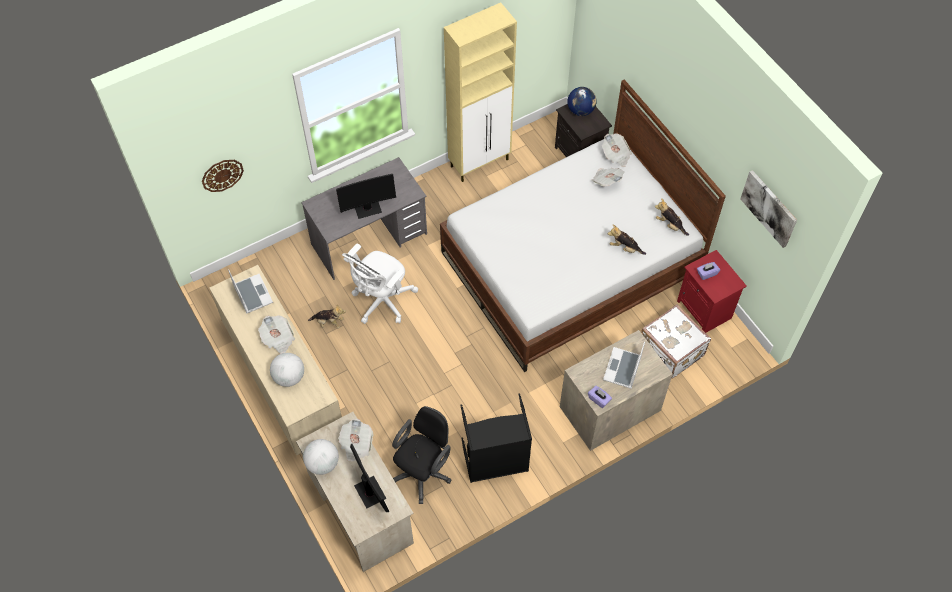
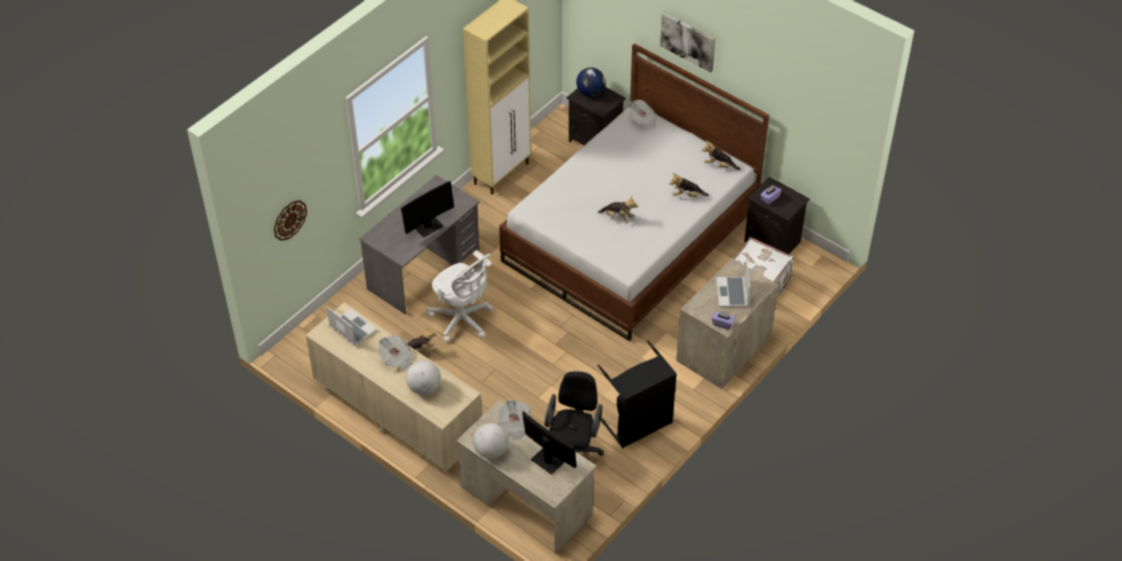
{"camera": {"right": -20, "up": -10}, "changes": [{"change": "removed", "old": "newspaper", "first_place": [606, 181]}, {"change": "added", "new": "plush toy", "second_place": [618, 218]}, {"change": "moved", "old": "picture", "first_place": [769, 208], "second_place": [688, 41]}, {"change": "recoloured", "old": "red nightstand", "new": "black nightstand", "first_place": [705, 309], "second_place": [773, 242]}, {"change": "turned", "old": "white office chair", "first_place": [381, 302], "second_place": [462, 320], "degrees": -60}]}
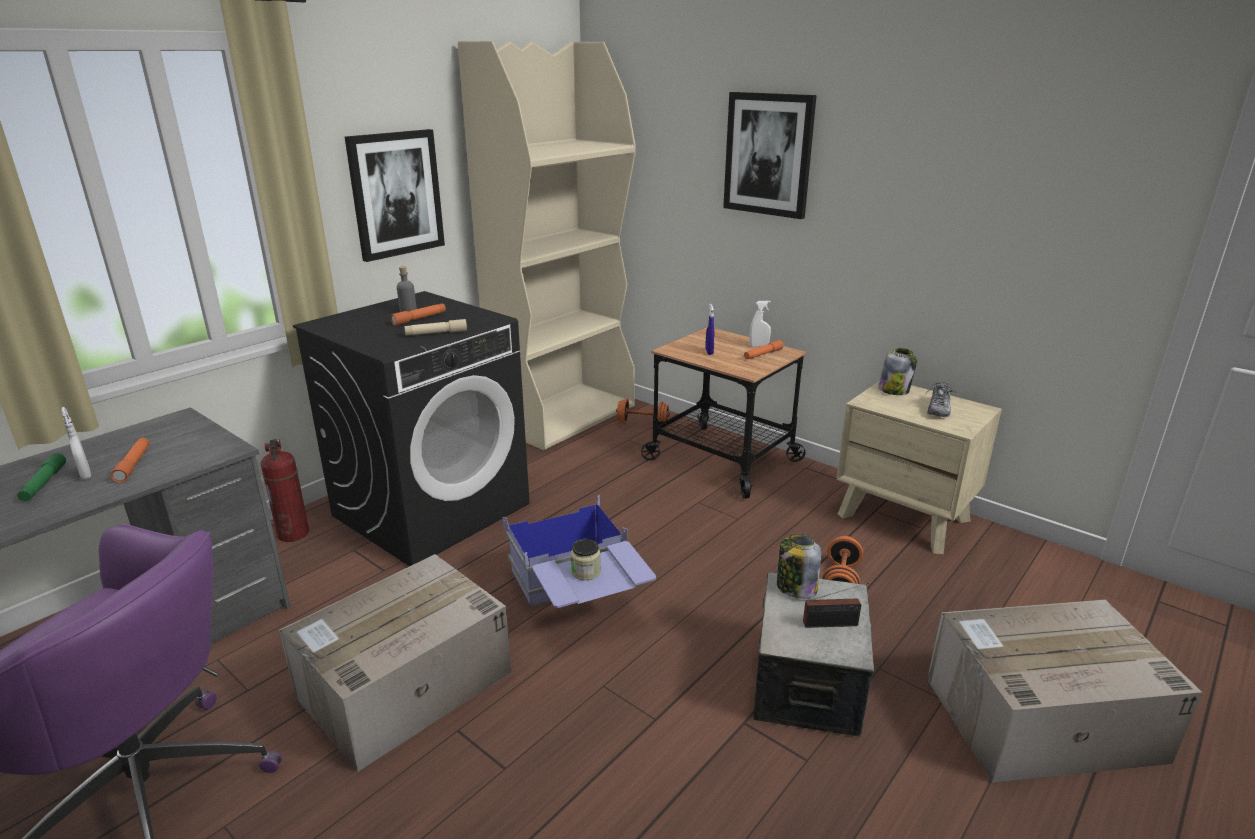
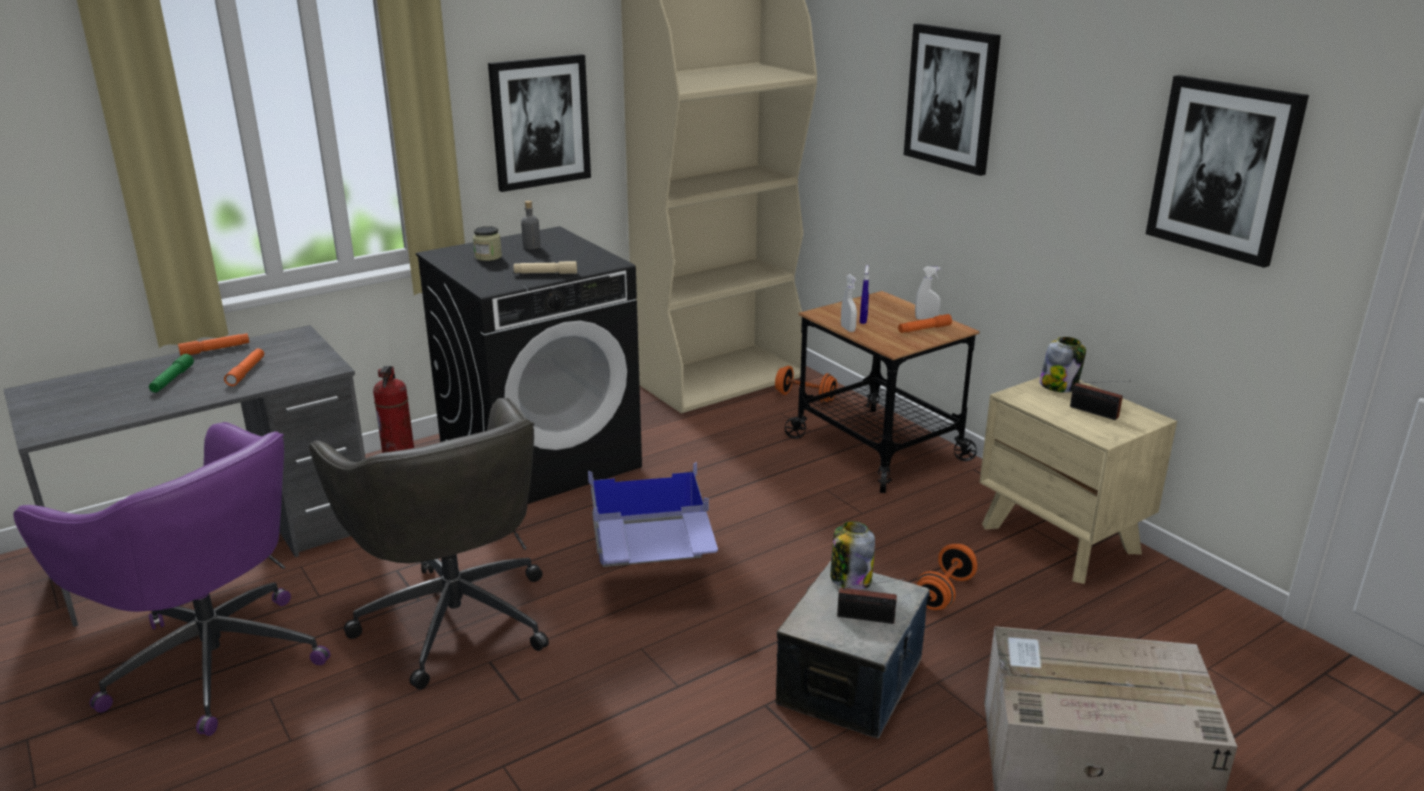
{"camera": {"right": 15, "up": 0}, "changes": [{"change": "added", "new": "picture", "second_place": [1223, 169]}, {"change": "moved", "old": "white spray bottle", "first_place": [85, 474], "second_place": [848, 329]}, {"change": "moved", "old": "orange flashlight", "first_place": [419, 319], "second_place": [215, 350]}, {"change": "moved", "old": "jar", "first_place": [586, 572], "second_place": [488, 256]}, {"change": "replaced", "old": "cardboard box", "new": "grey office chair", "first_place": [403, 686], "second_place": [454, 616]}, {"change": "replaced", "old": "shoe", "new": "radio", "first_place": [938, 409], "second_place": [1096, 413]}]}
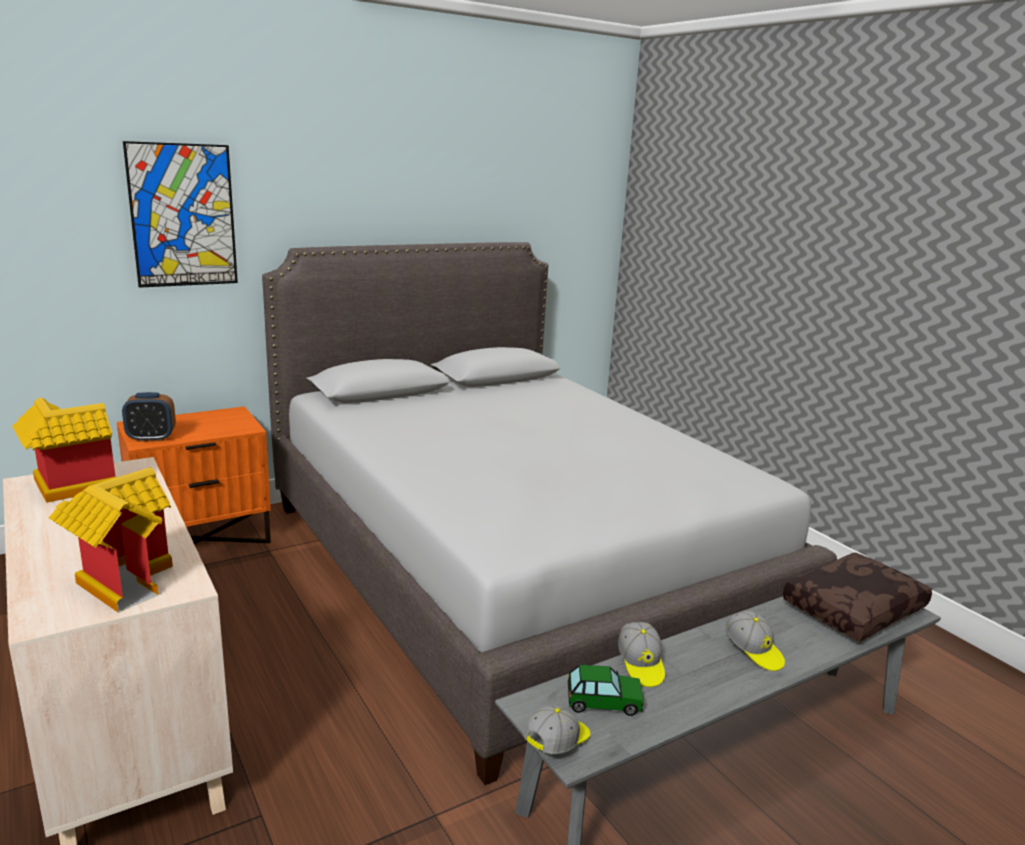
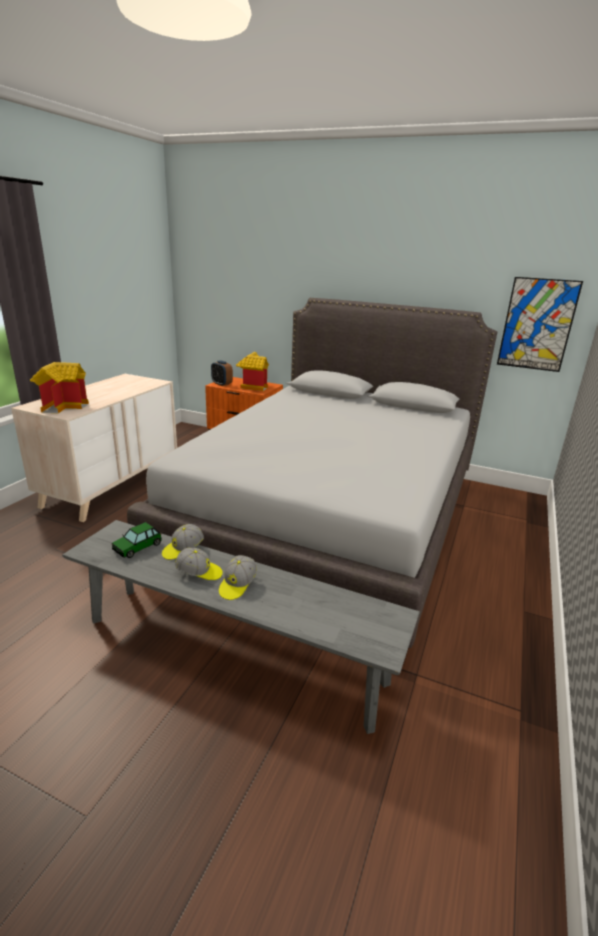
{"camera": {"right": 55, "up": 5}, "changes": [{"change": "removed", "old": "brown pillow", "first_place": [852, 607]}, {"change": "moved", "old": "toy house", "first_place": [66, 488], "second_place": [252, 386]}, {"change": "moved", "old": "picture", "first_place": [183, 216], "second_place": [537, 324]}, {"change": "moved", "old": "cap", "first_place": [557, 742], "second_place": [199, 573]}, {"change": "turned", "old": "toy car", "first_place": [603, 701], "second_place": [137, 547], "degrees": 75}]}
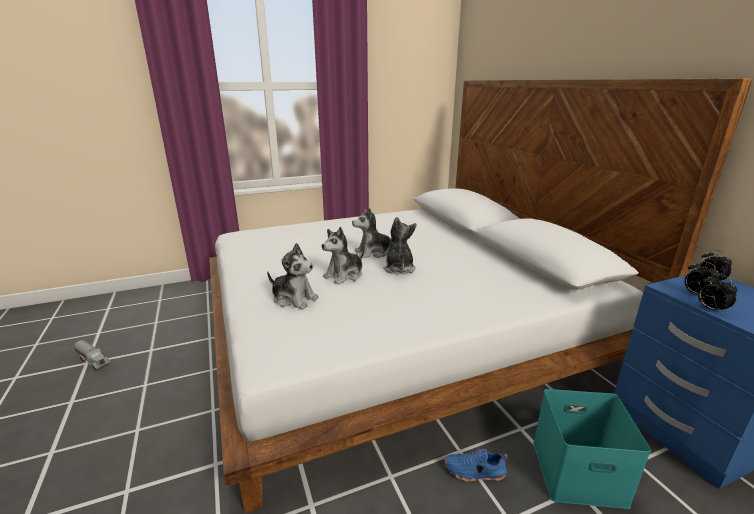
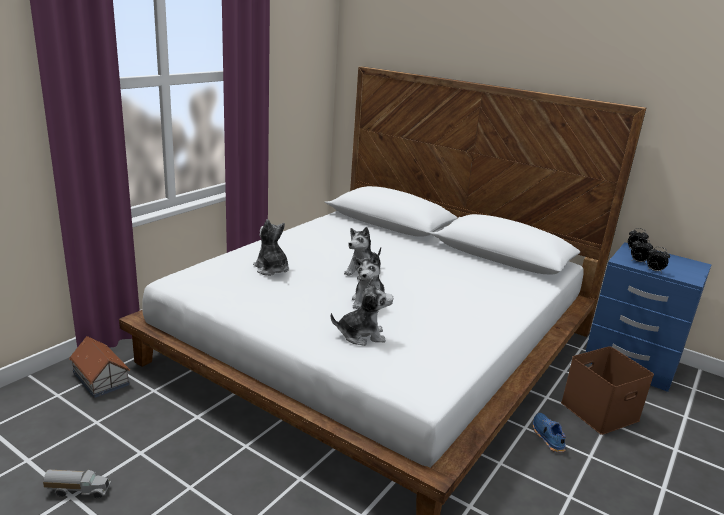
{"camera": {"right": -35, "up": 0}, "changes": [{"change": "added", "new": "toy house", "second_place": [101, 378]}, {"change": "moved", "old": "plush toy", "first_place": [398, 268], "second_place": [271, 269]}, {"change": "recoloured", "old": "turquoise storage box", "new": "brown storage box", "first_place": [579, 470], "second_place": [599, 410]}, {"change": "turned", "old": "blue shoe", "first_place": [474, 472], "second_place": [547, 437], "degrees": 105}]}
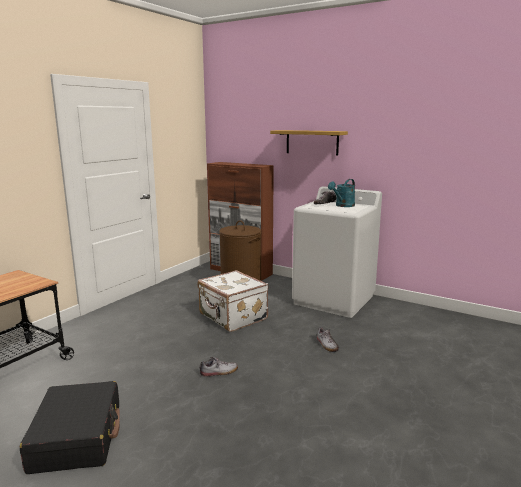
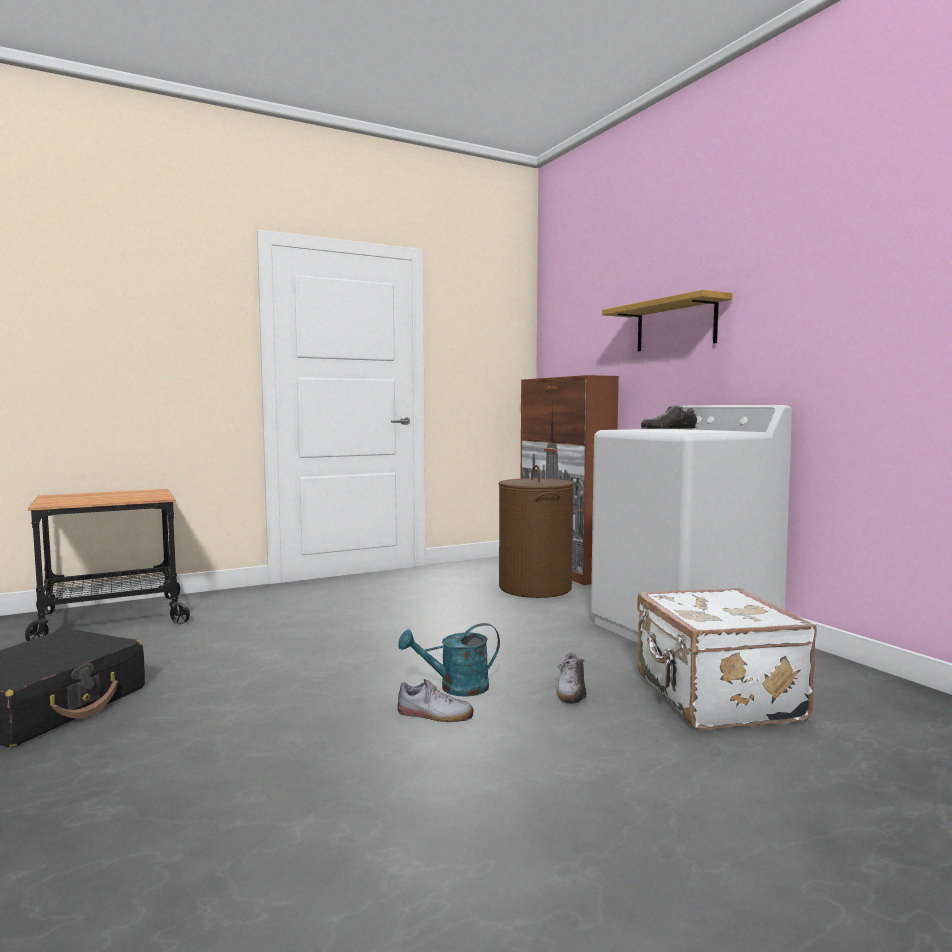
{"camera": {"right": 30, "up": -10}, "changes": [{"change": "moved", "old": "white suitcase", "first_place": [232, 317], "second_place": [715, 698]}, {"change": "moved", "old": "shoe", "first_place": [219, 372], "second_place": [434, 714]}, {"change": "moved", "old": "turquoise watering can", "first_place": [343, 206], "second_place": [455, 688]}]}
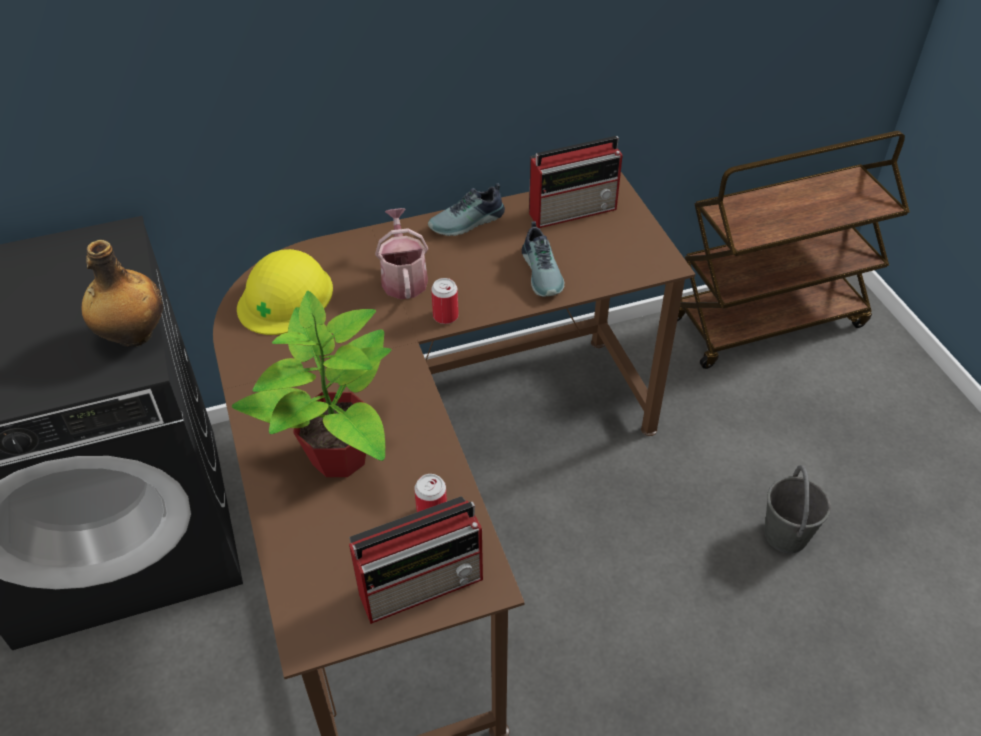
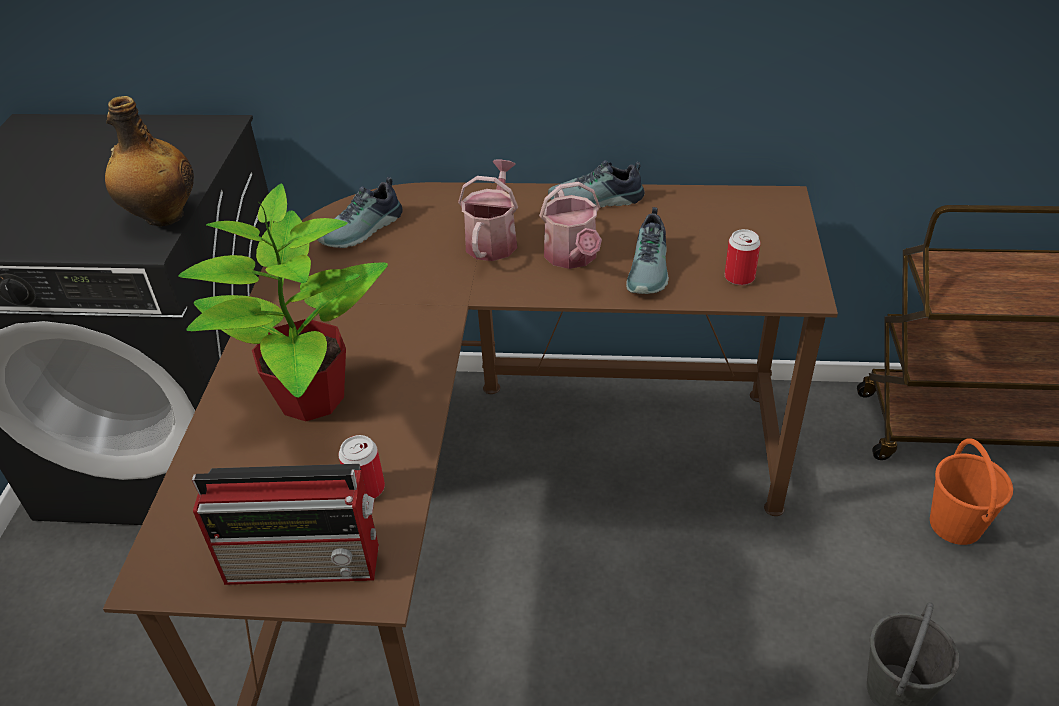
{"camera": {"right": 25, "up": -5}, "changes": [{"change": "removed", "old": "radio", "first_place": [574, 210]}, {"change": "added", "new": "watering can", "second_place": [573, 257]}, {"change": "added", "new": "orange bucket", "second_place": [956, 525]}, {"change": "moved", "old": "can", "first_place": [445, 316], "second_place": [739, 277]}, {"change": "replaced", "old": "yellow hard hat", "new": "shoe", "first_place": [285, 297], "second_place": [363, 230]}]}
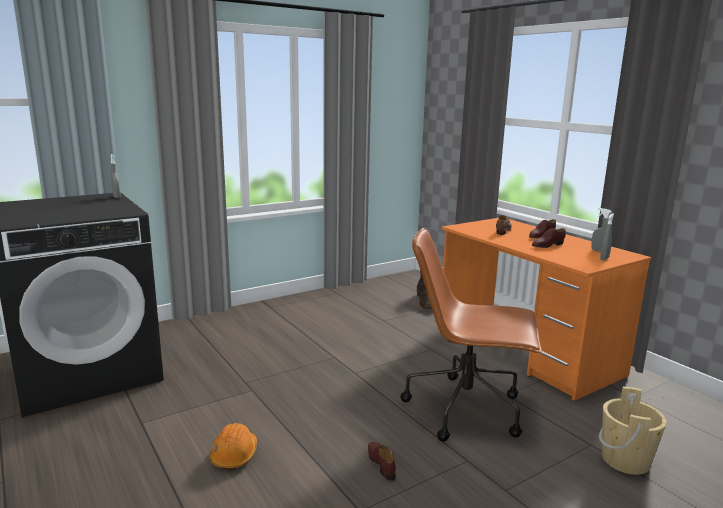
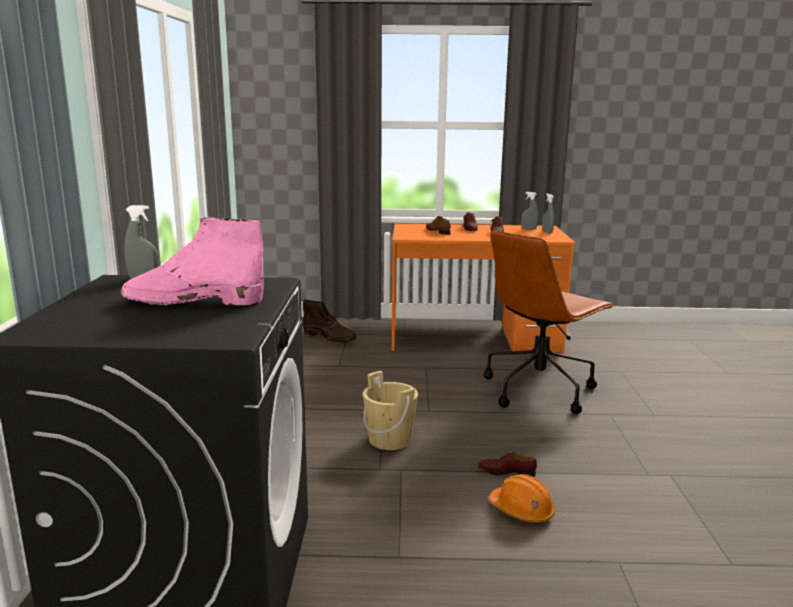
{"camera": {"right": -55, "up": 0}, "changes": [{"change": "added", "new": "pink boot", "second_place": [192, 301]}, {"change": "moved", "old": "brown shoe", "first_place": [381, 463], "second_place": [506, 472]}, {"change": "moved", "old": "beige bucket", "first_place": [625, 460], "second_place": [390, 439]}]}
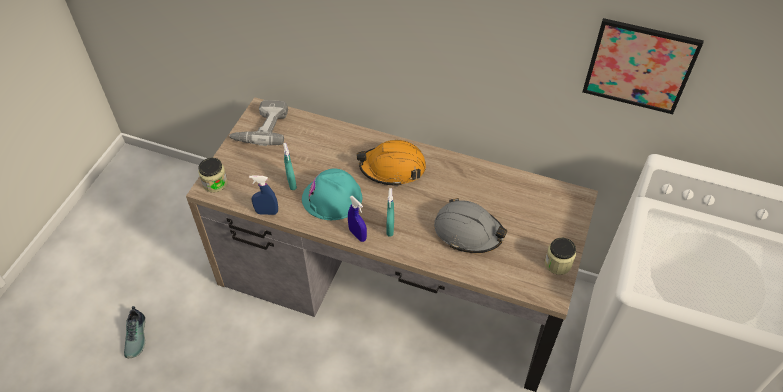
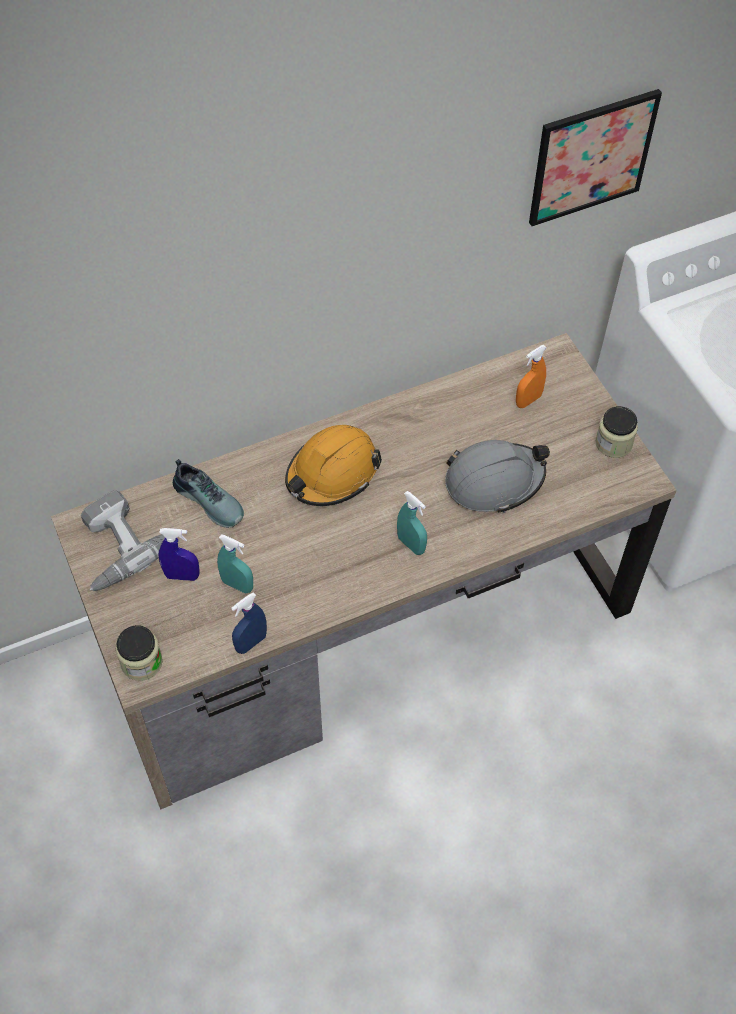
{"camera": {"right": -45, "up": 5}, "changes": [{"change": "removed", "old": "turquoise hard hat", "first_place": [332, 198]}, {"change": "added", "new": "orange spray bottle", "second_place": [528, 400]}, {"change": "moved", "old": "shoe", "first_place": [137, 336], "second_place": [210, 500]}, {"change": "moved", "old": "blue spray bottle", "first_place": [357, 235], "second_place": [182, 576]}]}
